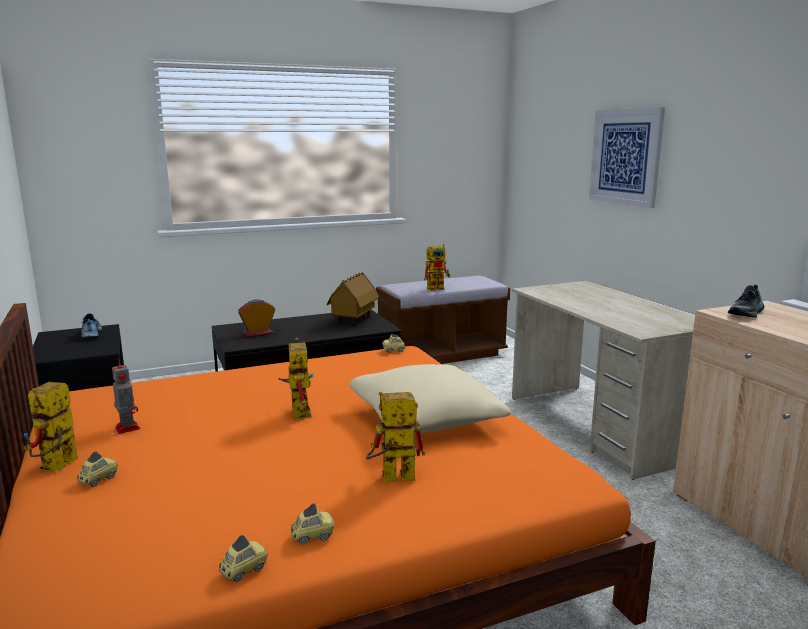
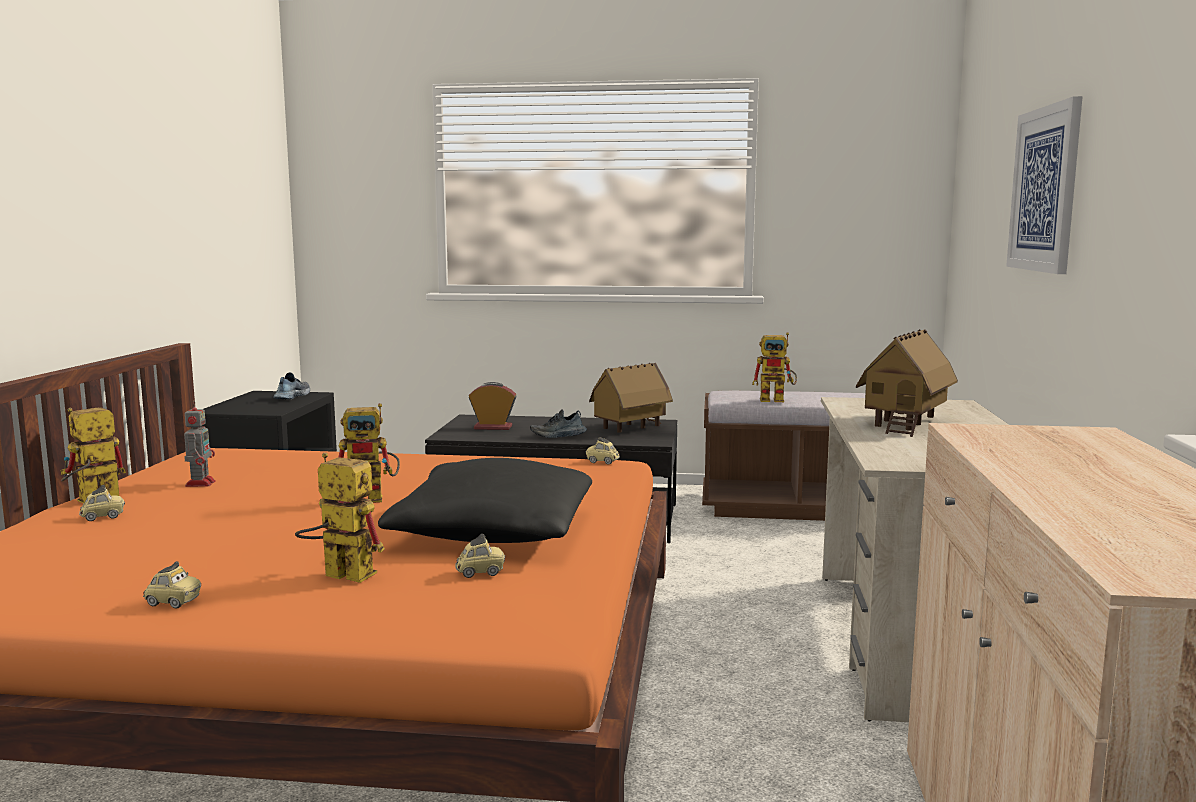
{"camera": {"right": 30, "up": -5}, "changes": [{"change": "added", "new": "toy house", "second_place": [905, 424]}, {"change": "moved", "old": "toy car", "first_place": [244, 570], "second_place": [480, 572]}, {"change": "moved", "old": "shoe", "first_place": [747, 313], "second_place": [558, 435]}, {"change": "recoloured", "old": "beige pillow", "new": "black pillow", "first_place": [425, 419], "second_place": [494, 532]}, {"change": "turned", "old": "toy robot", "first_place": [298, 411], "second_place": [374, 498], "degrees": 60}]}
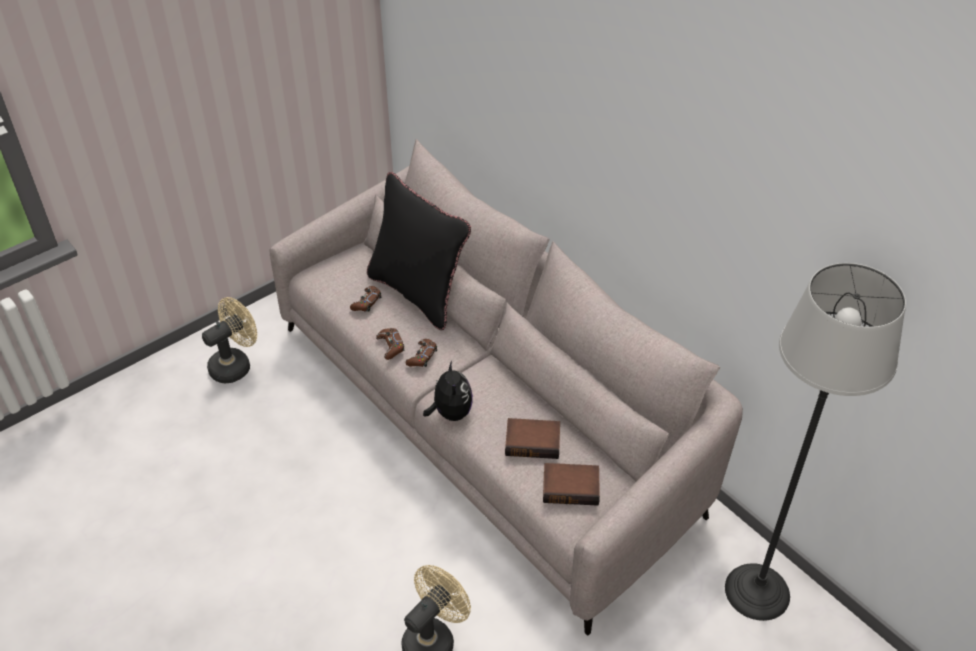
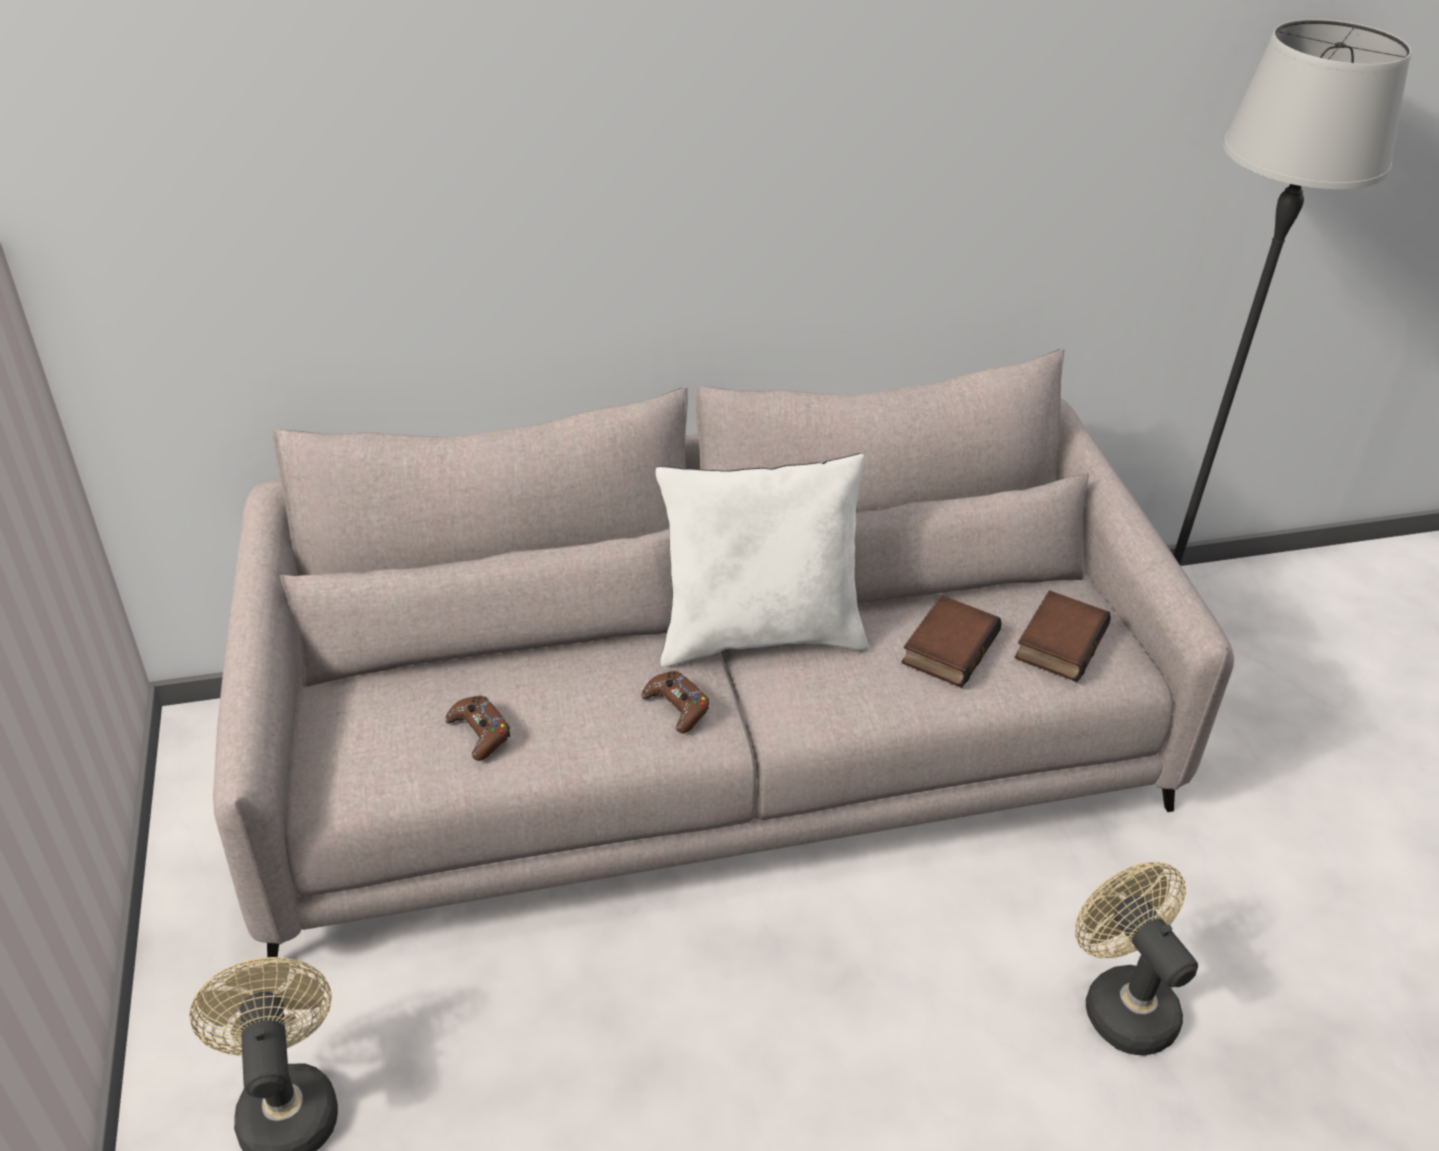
{"camera": {"right": -65, "up": -5}, "changes": [{"change": "removed", "old": "black pillow", "first_place": [418, 293]}, {"change": "removed", "old": "brown game controller", "first_place": [391, 346]}, {"change": "removed", "old": "plush toy", "first_place": [450, 413]}, {"change": "added", "new": "white pillow", "second_place": [759, 634]}]}
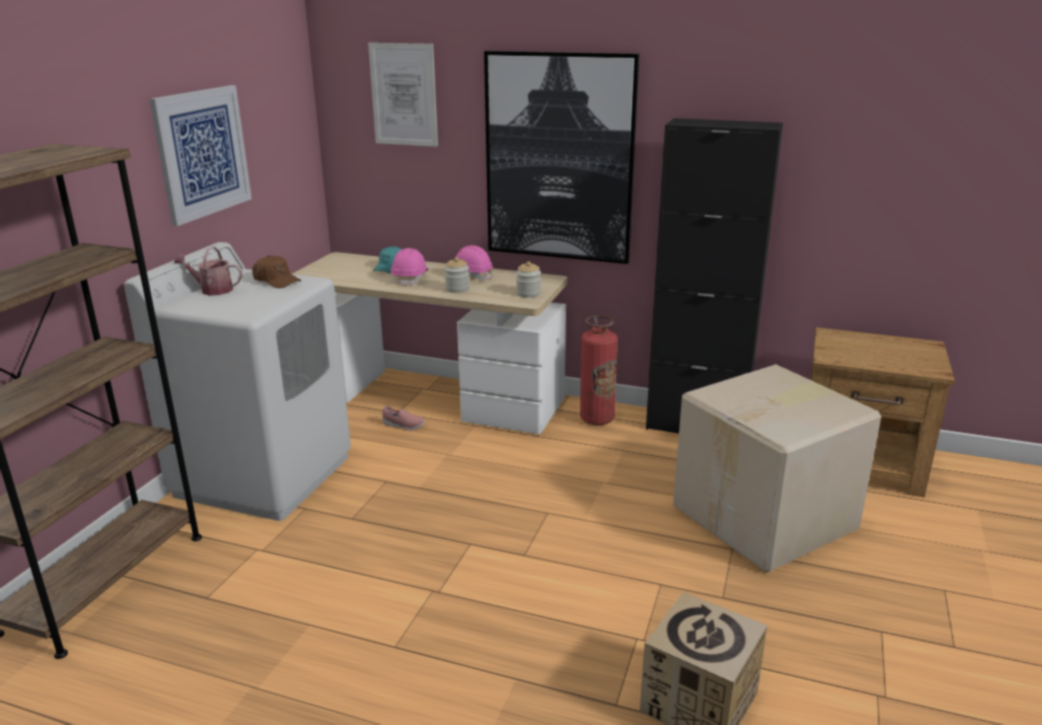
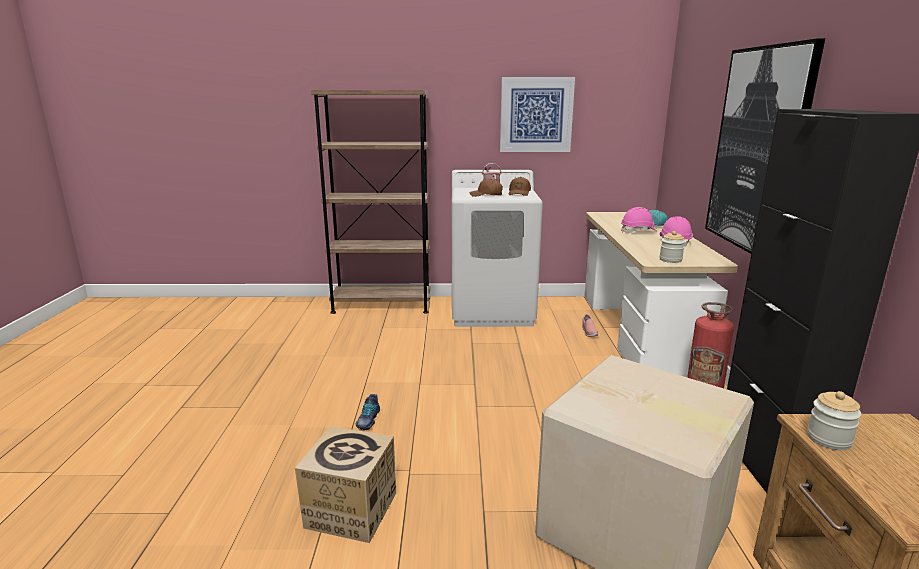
{"camera": {"right": 70, "up": -5}, "changes": [{"change": "removed", "old": "picture", "first_place": [403, 95]}, {"change": "added", "new": "shoe", "second_place": [368, 419]}, {"change": "added", "new": "brown cap", "second_place": [486, 195]}, {"change": "moved", "old": "jar", "first_place": [457, 289], "second_place": [828, 439]}]}
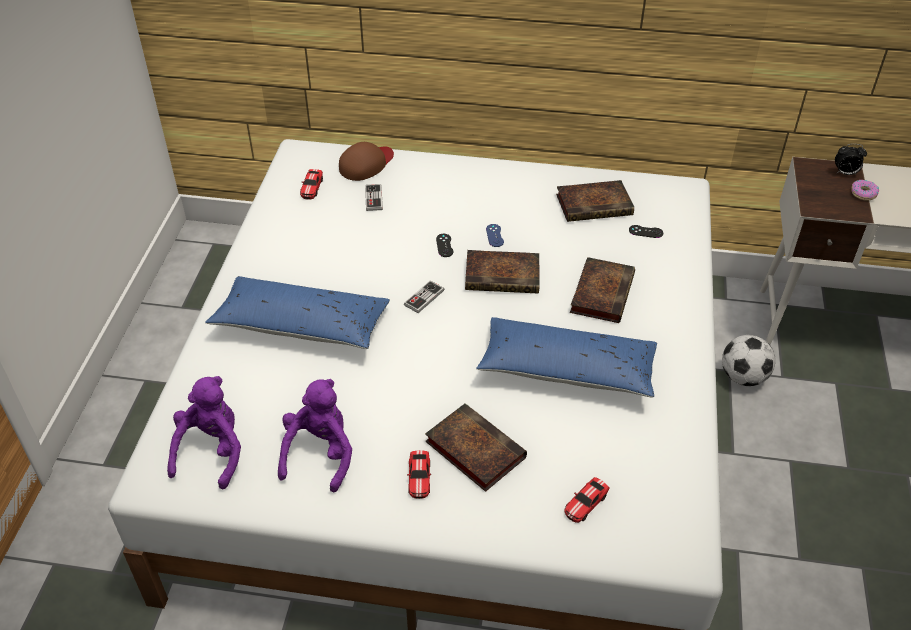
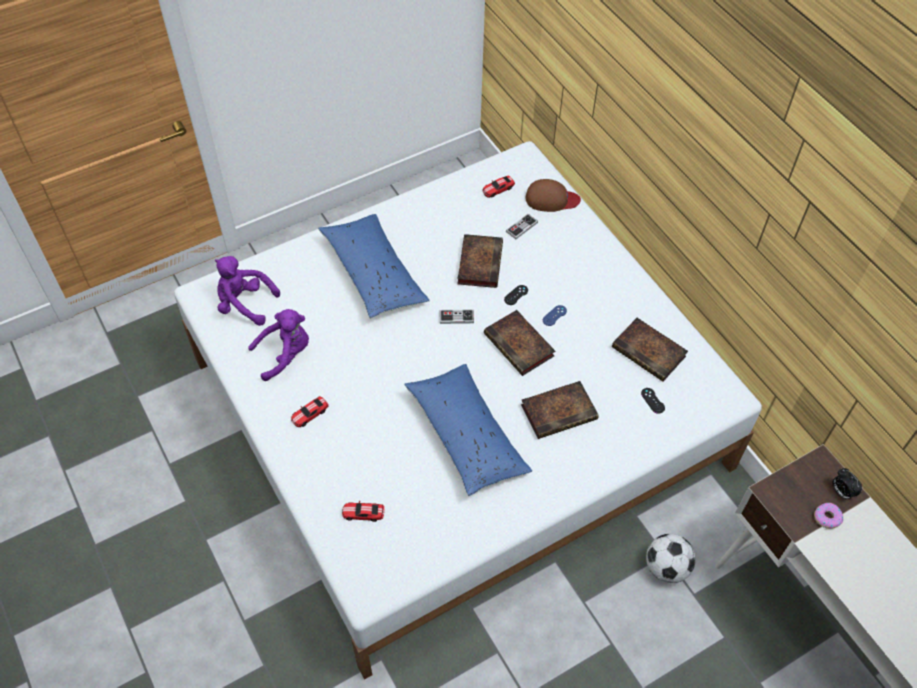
{"camera": {"right": 50, "up": 10}, "changes": [{"change": "moved", "old": "book", "first_place": [472, 449], "second_place": [479, 262]}, {"change": "turned", "old": "purple plush toy", "first_place": [212, 451], "second_place": [244, 304], "degrees": -135}]}
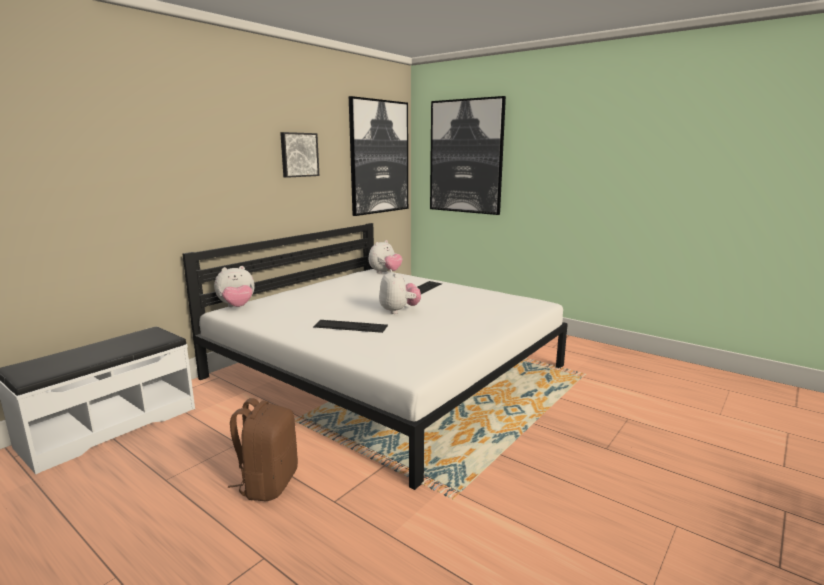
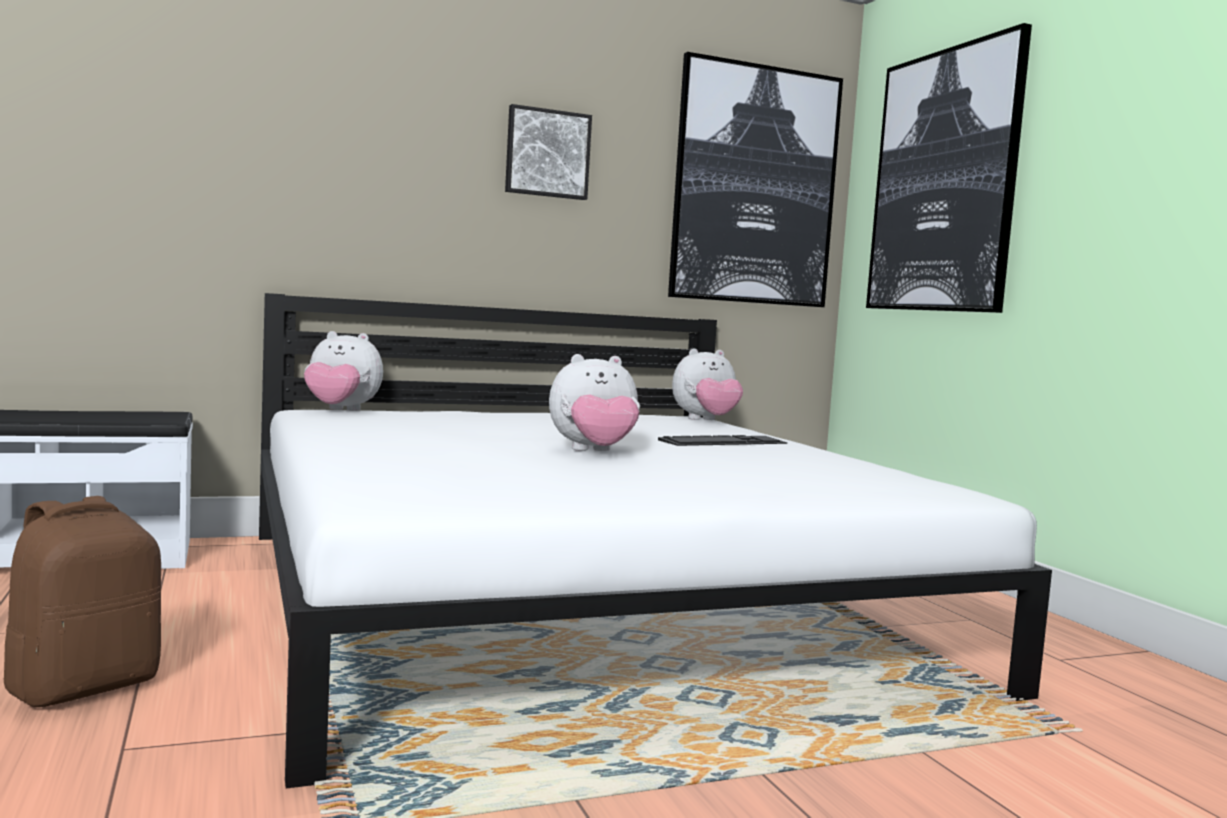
{"camera": {"right": 30, "up": -10}, "changes": [{"change": "removed", "old": "keyboard", "first_place": [350, 326]}, {"change": "turned", "old": "plush toy", "first_place": [399, 311], "second_place": [594, 452], "degrees": 60}]}
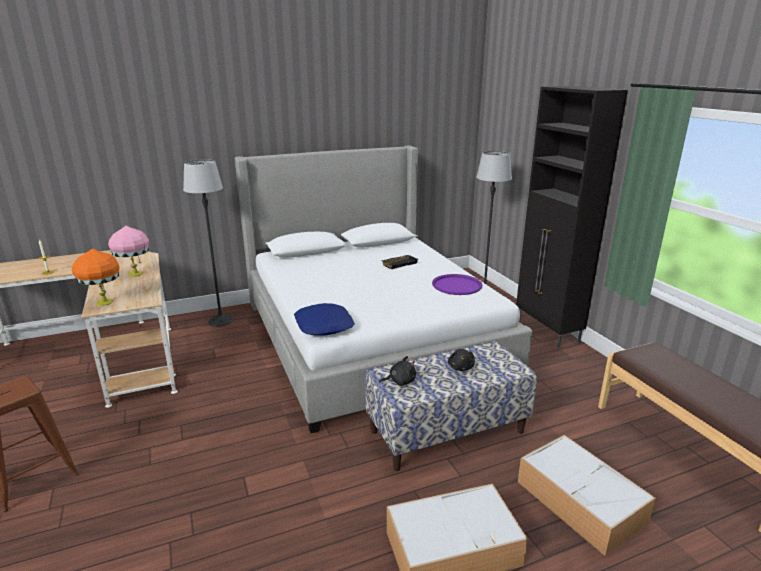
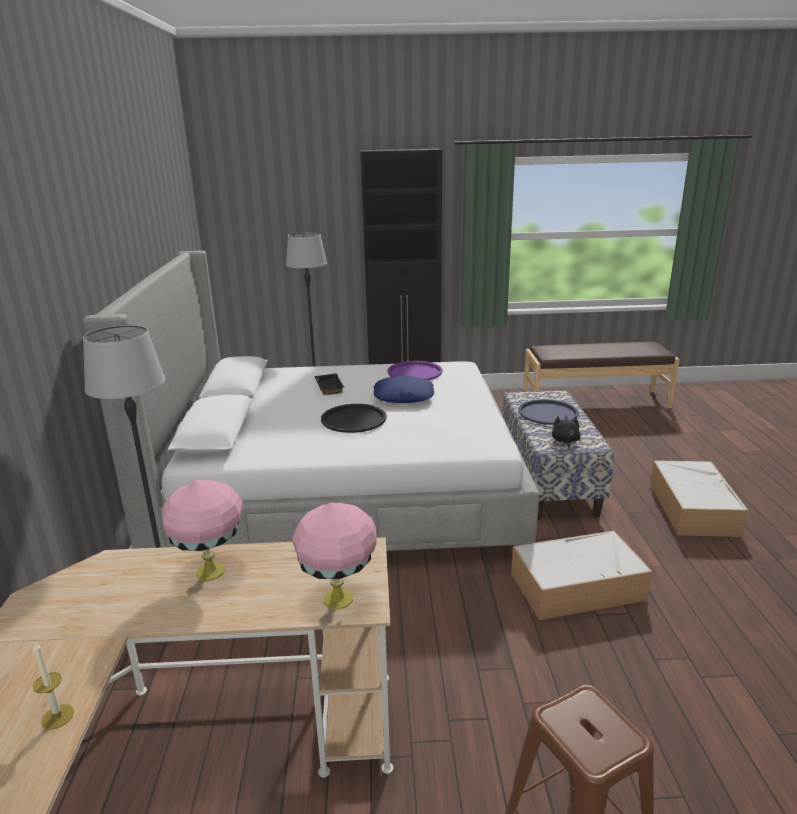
{"camera": {"right": -70, "up": 0}, "changes": [{"change": "added", "new": "black tray", "second_place": [353, 419]}, {"change": "moved", "old": "blue pillow", "first_place": [324, 325], "second_place": [404, 396]}, {"change": "moved", "old": "storage box", "first_place": [581, 502], "second_place": [578, 586]}, {"change": "replaced", "old": "black plush toy", "new": "blue tray", "first_place": [460, 367], "second_place": [548, 413]}, {"change": "recoloured", "old": "orange table lamp", "new": "pink table lamp", "first_place": [104, 303], "second_place": [339, 600]}]}
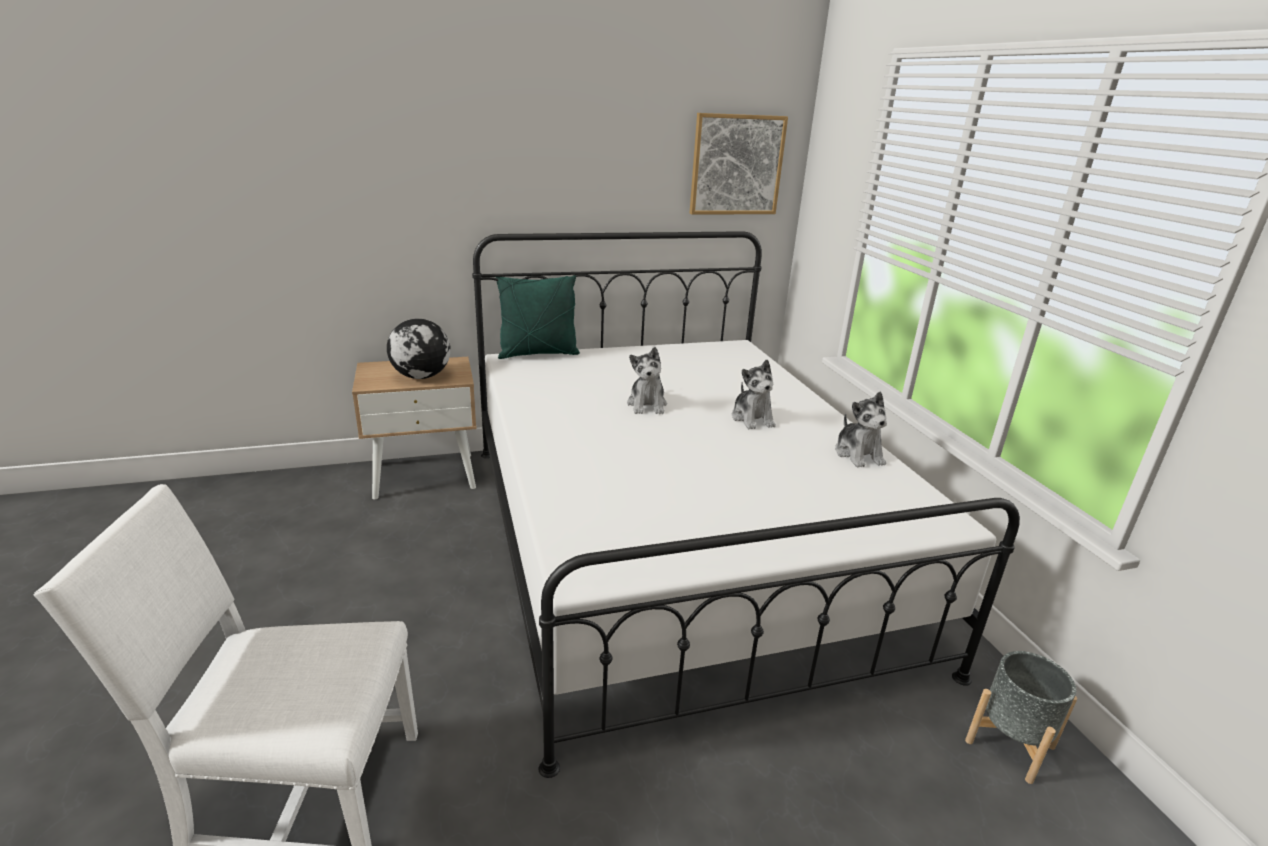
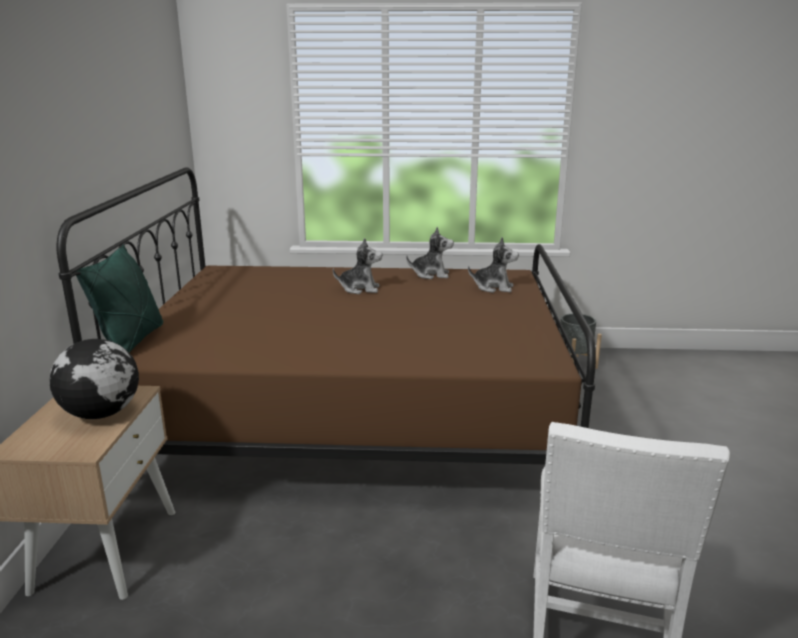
{"camera": {"right": -70, "up": -5}, "changes": [{"change": "removed", "old": "picture", "first_place": [736, 165]}, {"change": "moved", "old": "plush toy", "first_place": [647, 405], "second_place": [493, 288]}, {"change": "recoloured", "old": "white bed", "new": "brown bed", "first_place": [674, 543], "second_place": [356, 416]}]}
